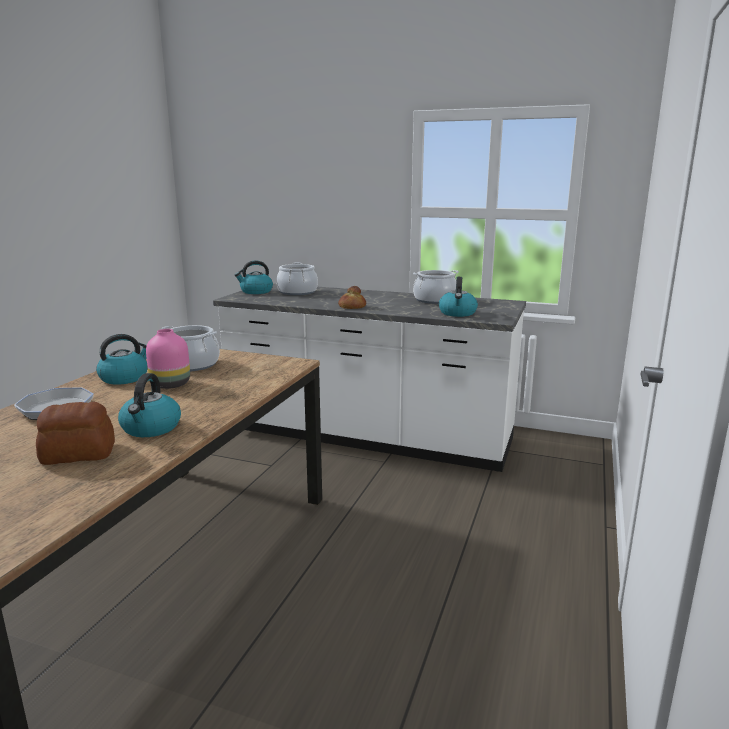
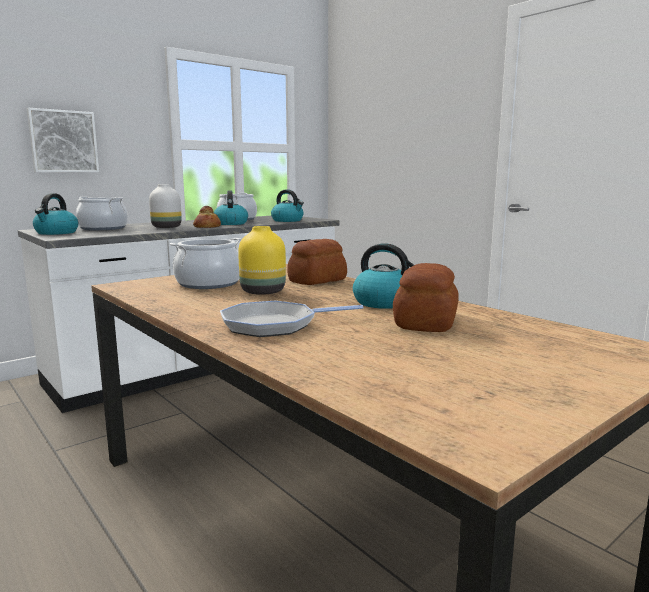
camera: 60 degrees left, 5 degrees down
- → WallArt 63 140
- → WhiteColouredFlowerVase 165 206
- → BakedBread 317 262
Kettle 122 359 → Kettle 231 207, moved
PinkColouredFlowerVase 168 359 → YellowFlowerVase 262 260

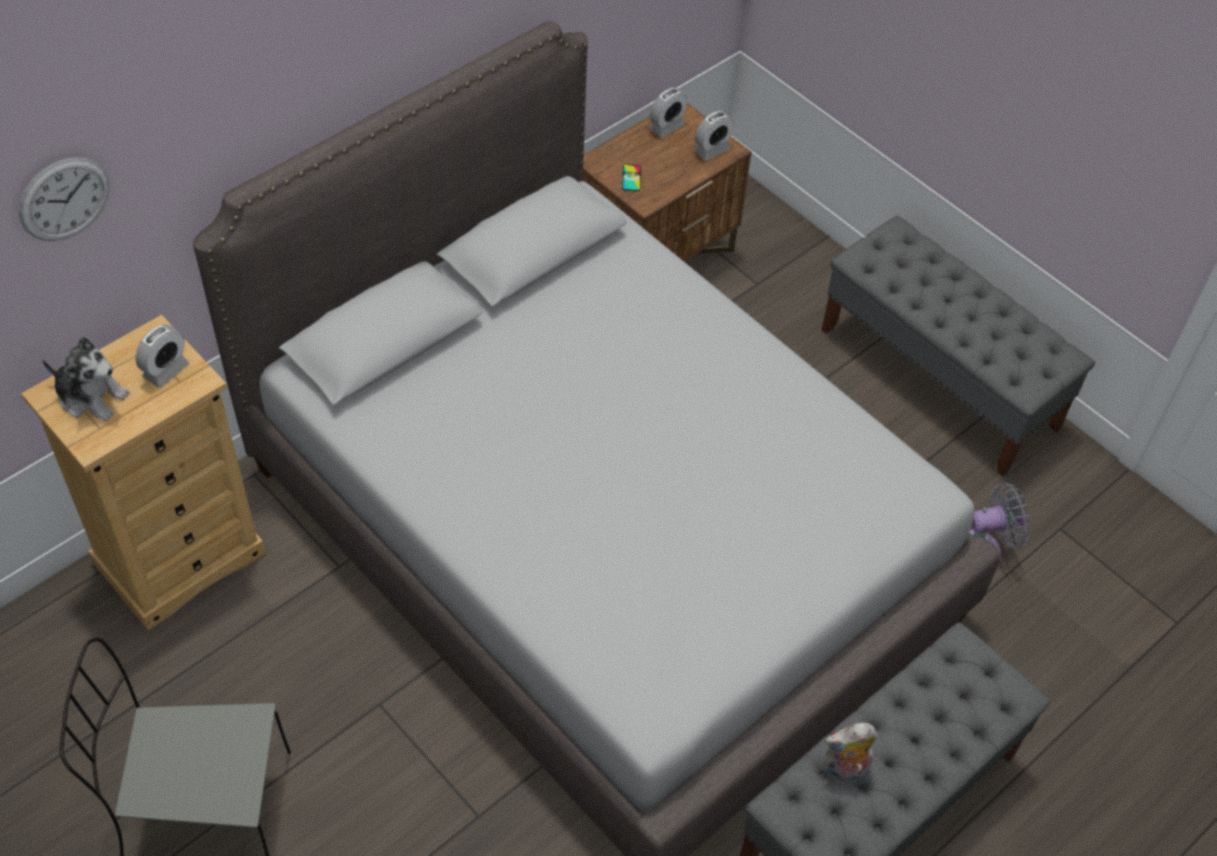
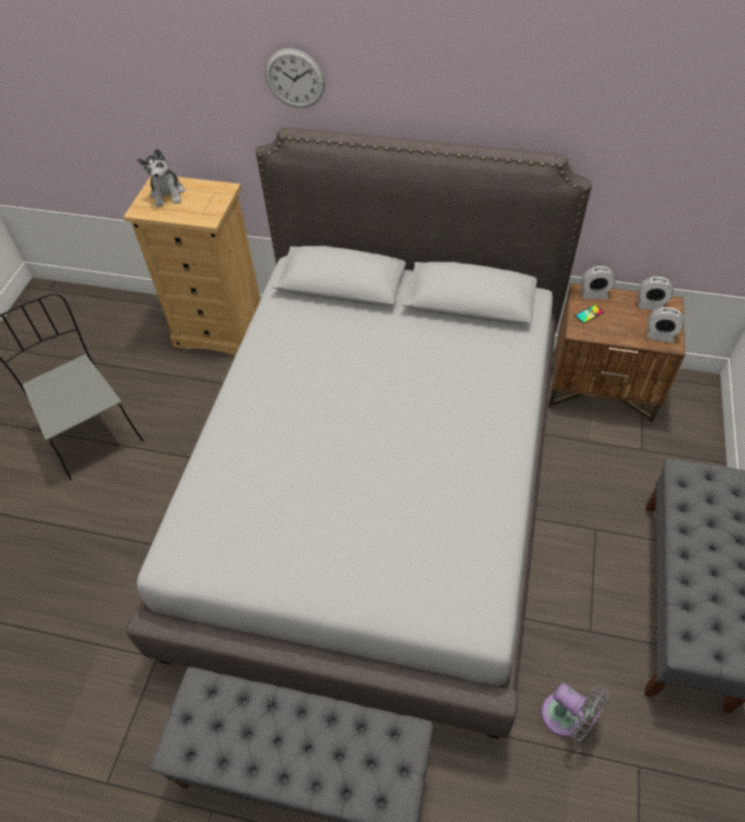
camera: 60 degrees right, 0 degrees up
SoftToy 850 752 → -
HangingClock 64 199 → HangingClock 295 78, moved
AlarmClock 162 356 → AlarmClock 598 282, moved

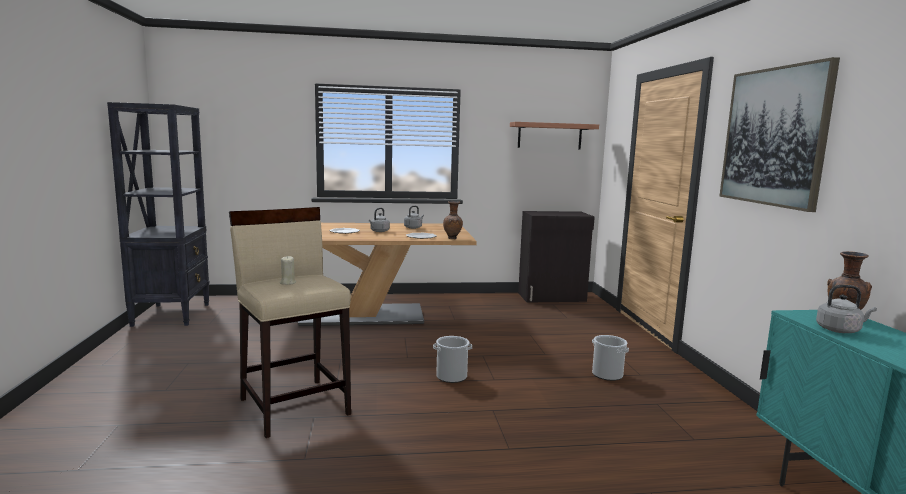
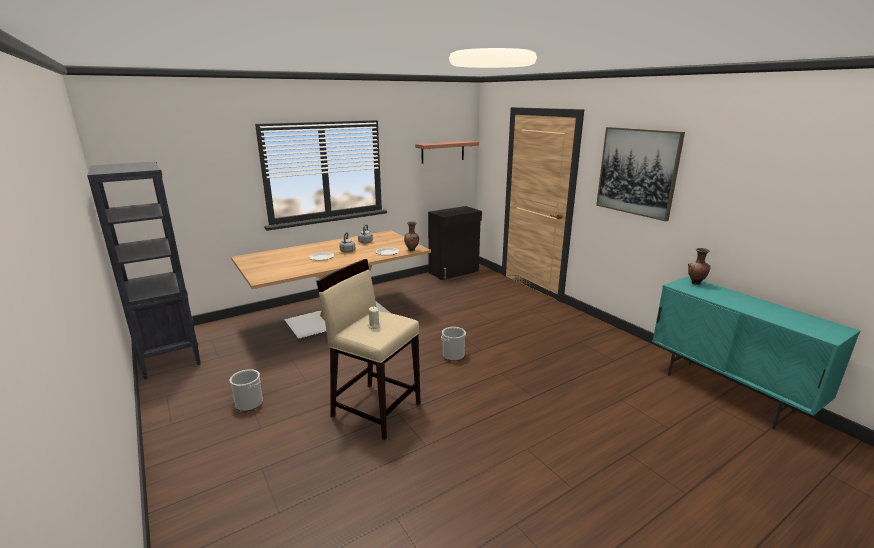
camera: 25 degrees left, 10 degrees up
GreyKettle 846 309 → -
Pail 610 358 → Pail 246 390, moved

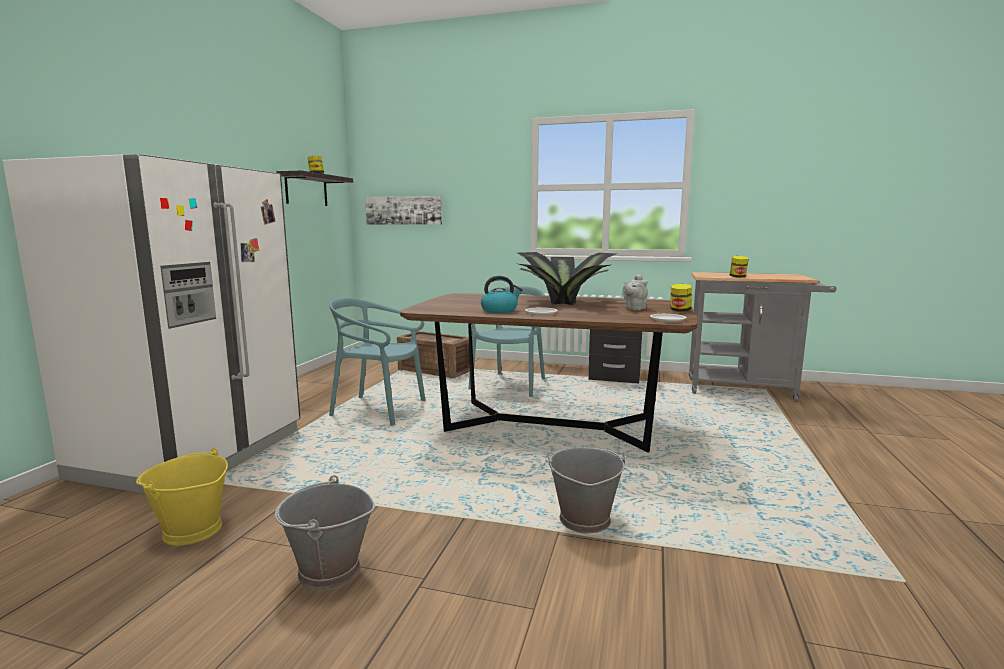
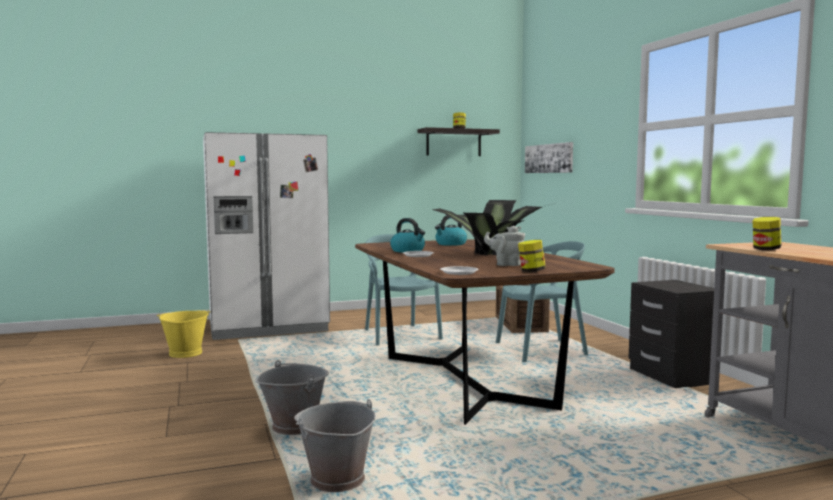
camera: 55 degrees right, 5 degrees down
- → Kettle 451 230
GreyPail 325 532 → GreyPail 335 445, moved

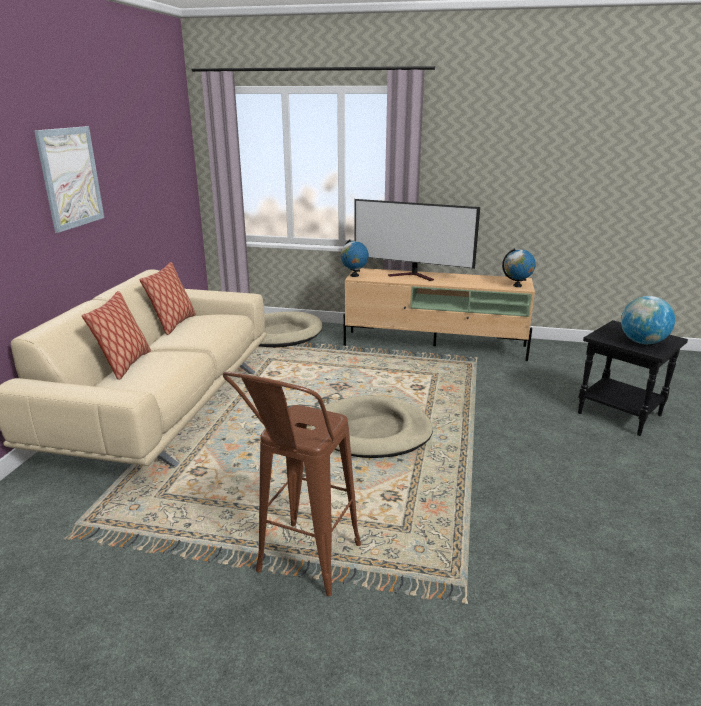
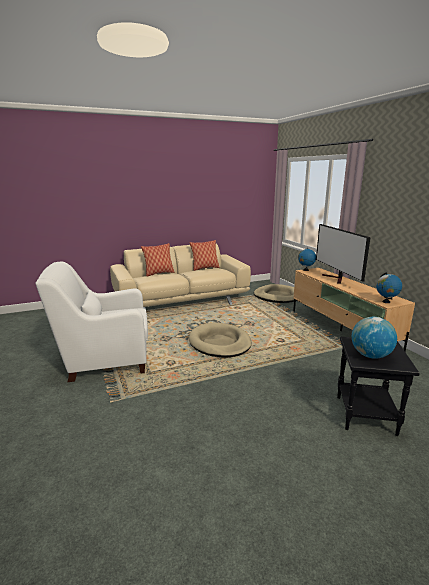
camera: 55 degrees right, 5 degrees down
WallArt 69 179 → -
BrownStoolSeat 292 483 → WhiteColouredLoungeChair 92 322

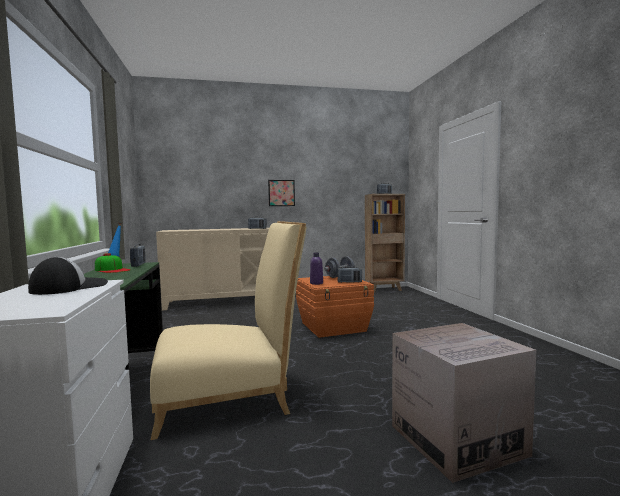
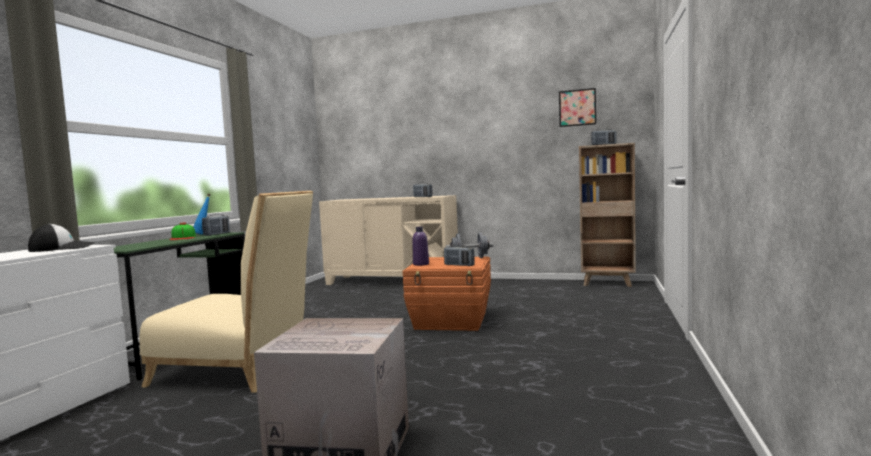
camera: 30 degrees right, 0 degrees up
WallArt 281 193 → WallArt 577 107, moved

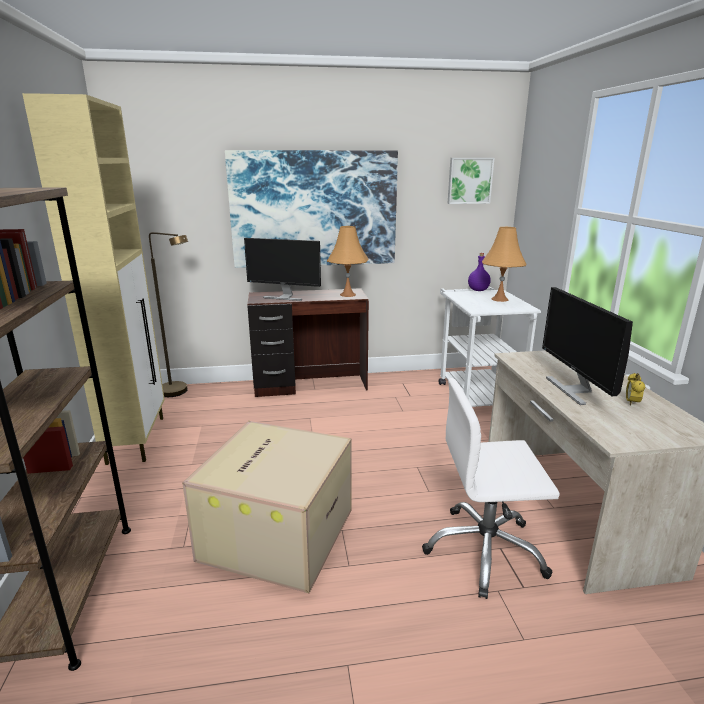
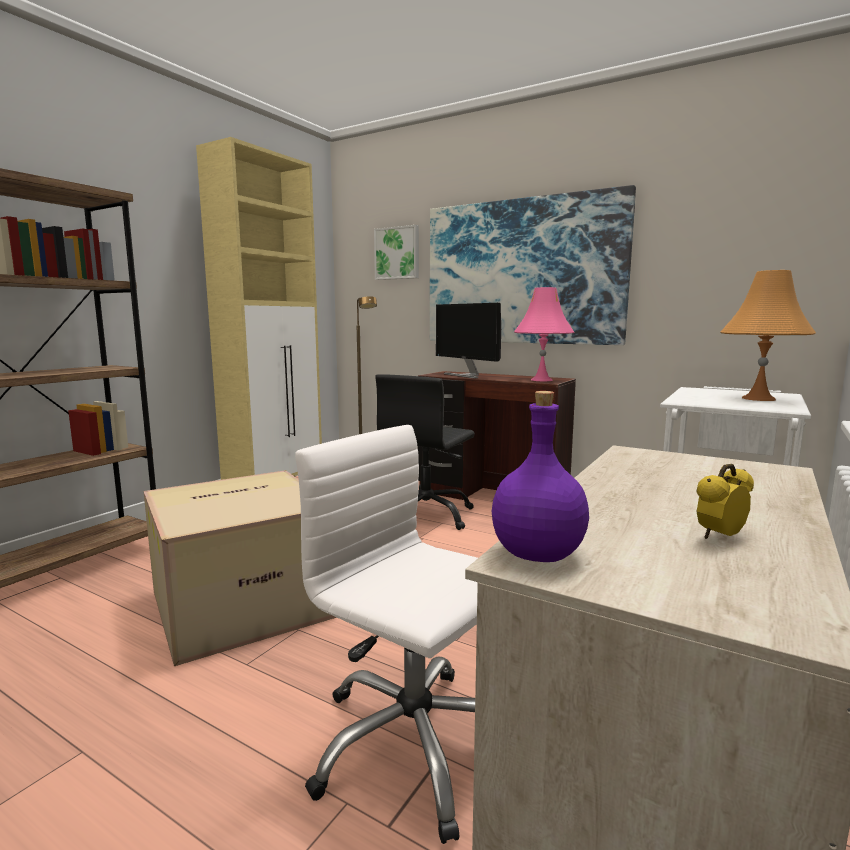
camera: 40 degrees right, 10 degrees down
ComputerScreen 587 346 → -
- → BlackishComputerChair 425 452
WallArt 471 181 → WallArt 396 252, moved
PurpleColouredBottle 479 272 → PurpleColouredBottle 540 476, moved
OrangeTableLamp 347 261 → PinkColouredTableLamp 544 334

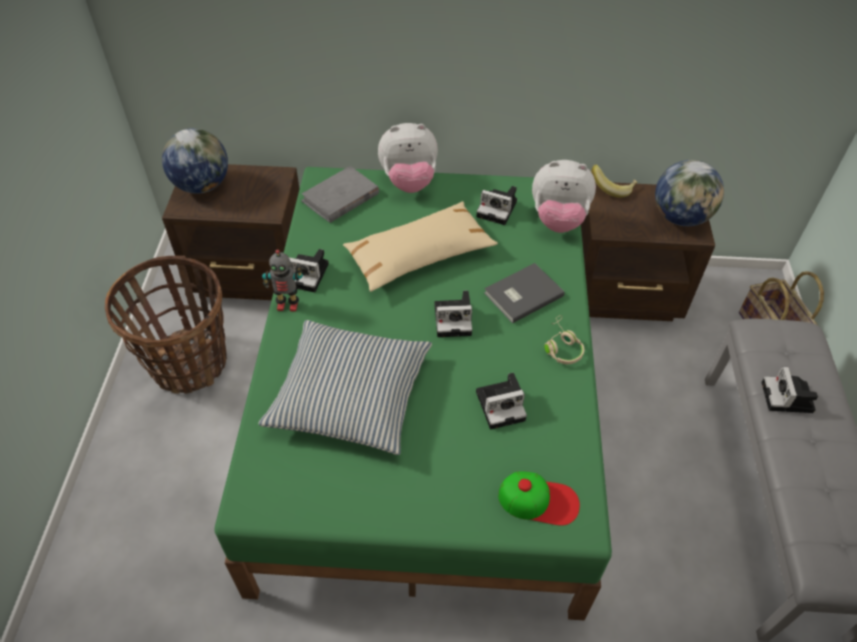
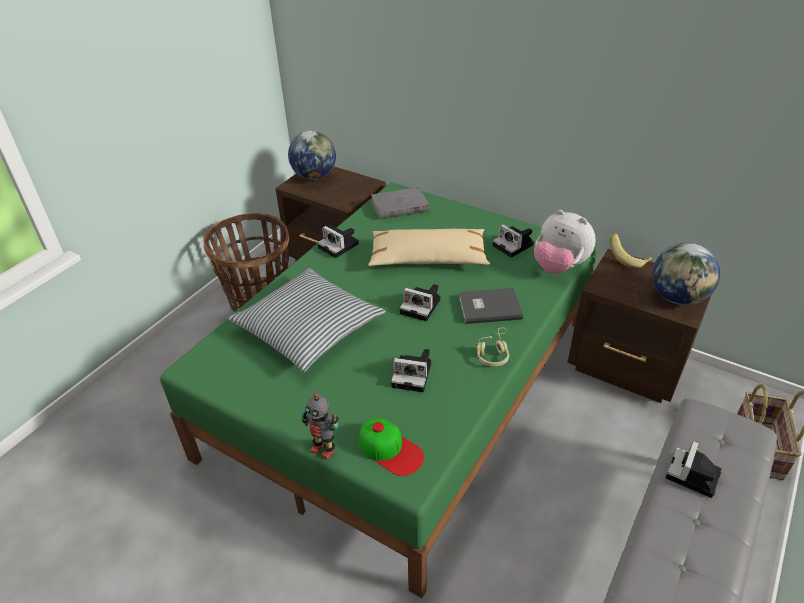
camera: 30 degrees right, 10 degrees down
SoftToy 408 158 → -
RobotFigure 282 281 → RobotFigure 320 426, moved

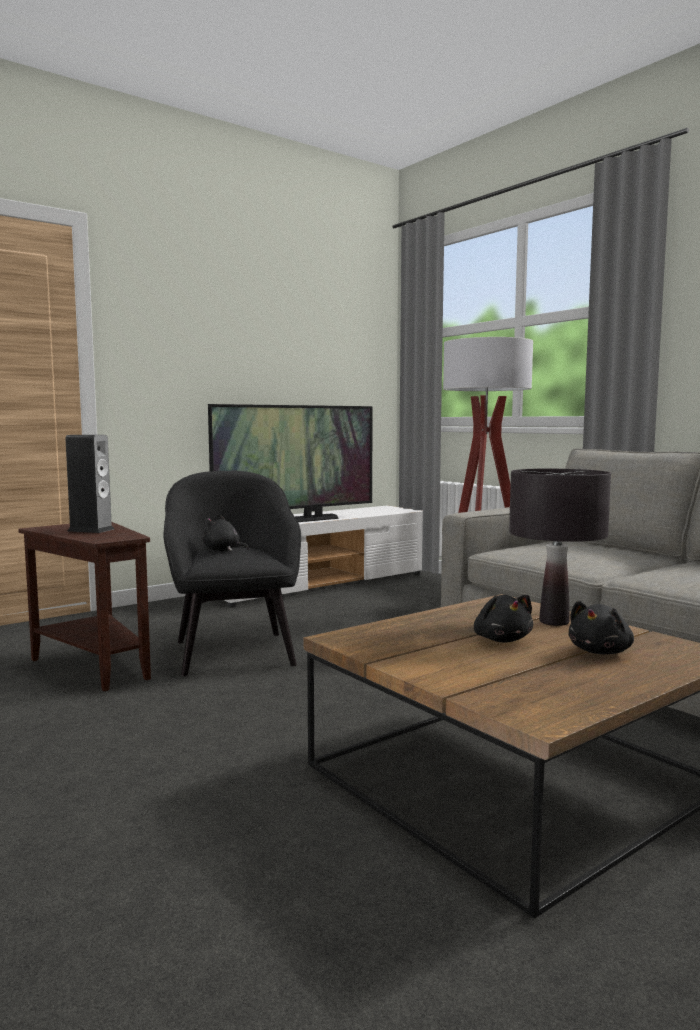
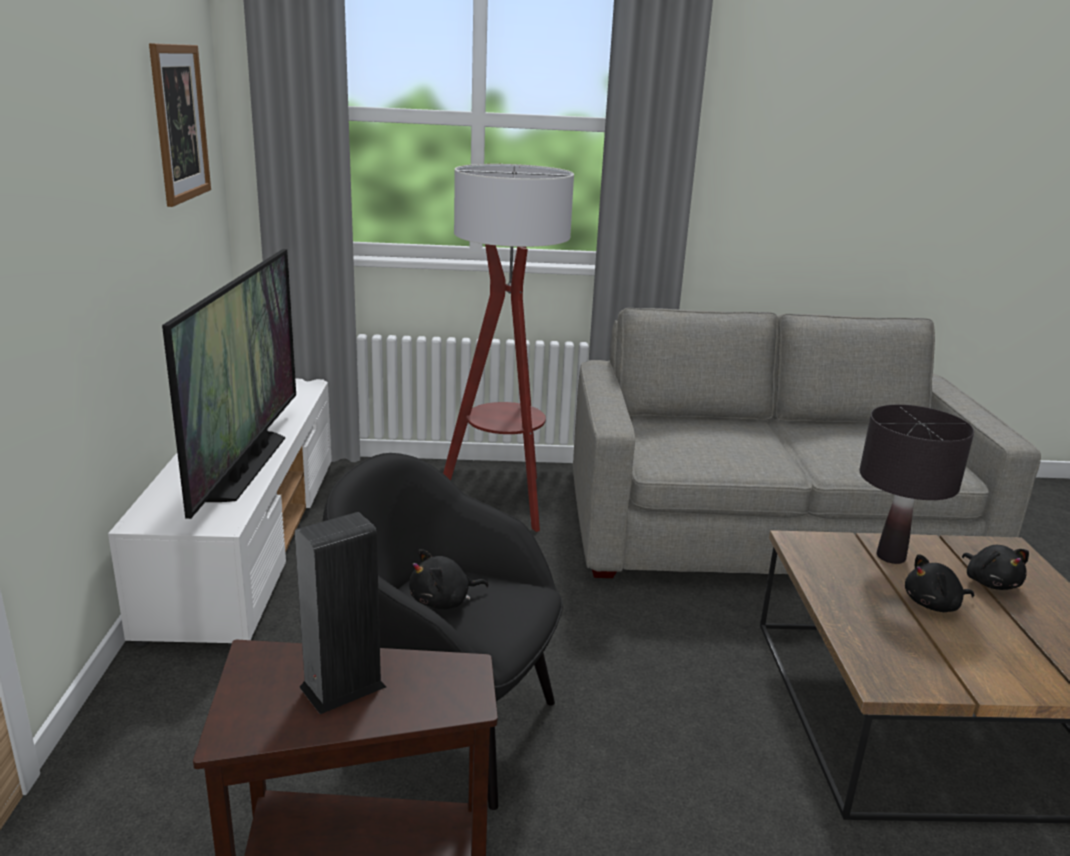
camera: 55 degrees left, 15 degrees up
- → WallArt 180 125
BlackishSoftToy 503 618 → BlackishSoftToy 939 583, 150 degrees clockwise

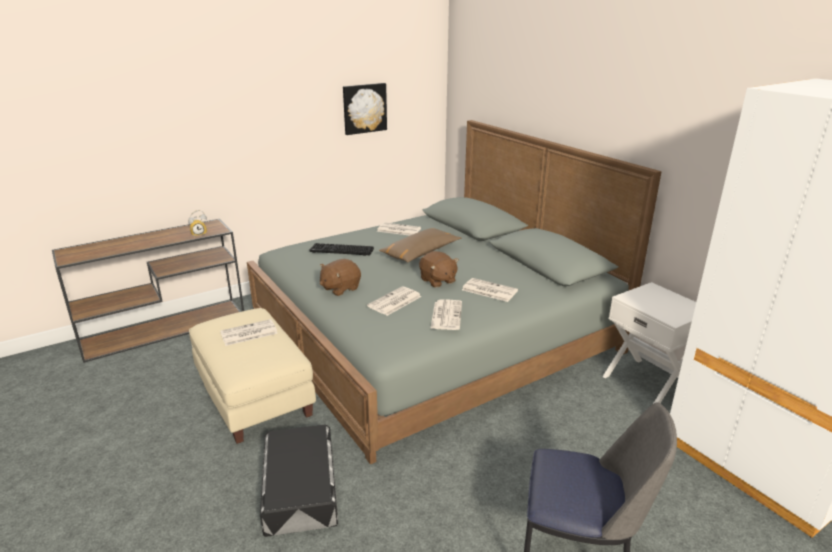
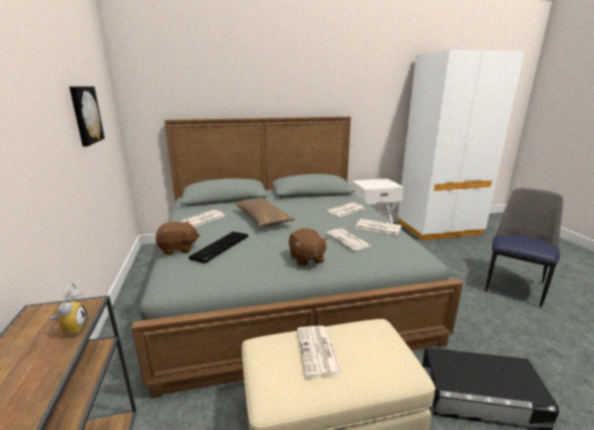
camera: 70 degrees left, 5 degrees down
BrownSoftToy 439 269 → BrownSoftToy 178 237, moved

